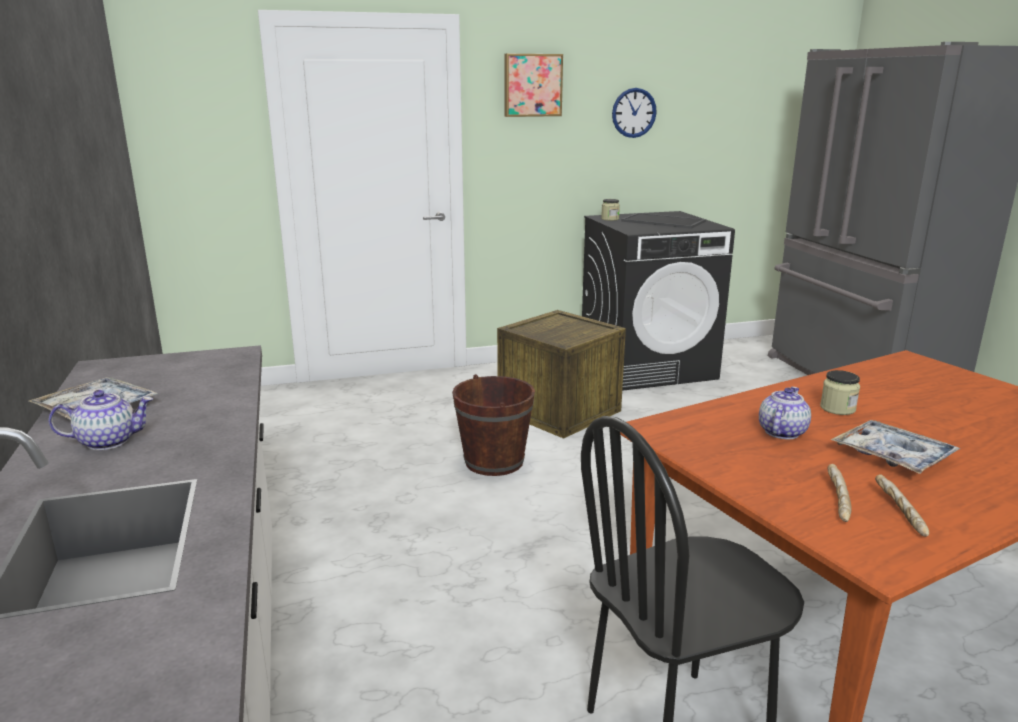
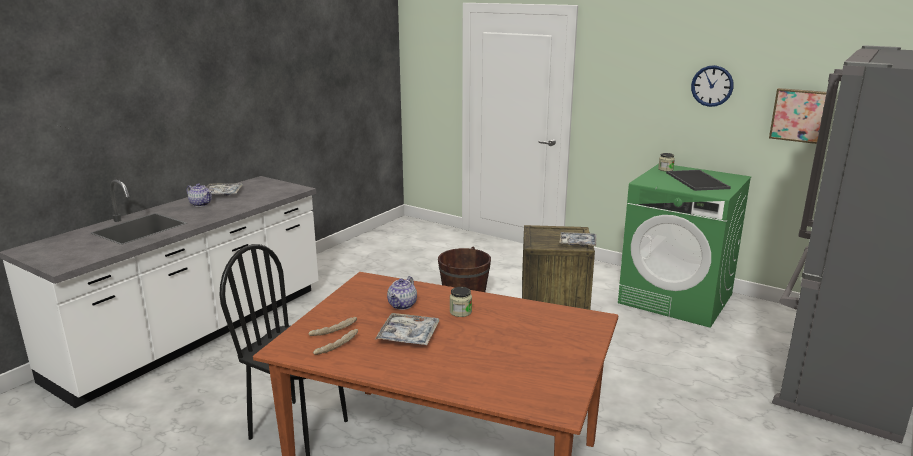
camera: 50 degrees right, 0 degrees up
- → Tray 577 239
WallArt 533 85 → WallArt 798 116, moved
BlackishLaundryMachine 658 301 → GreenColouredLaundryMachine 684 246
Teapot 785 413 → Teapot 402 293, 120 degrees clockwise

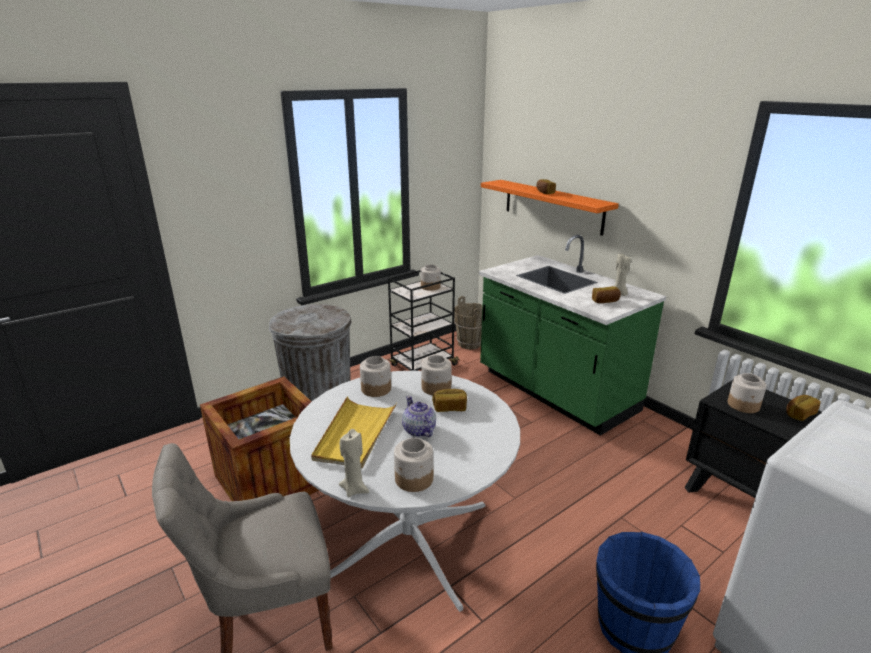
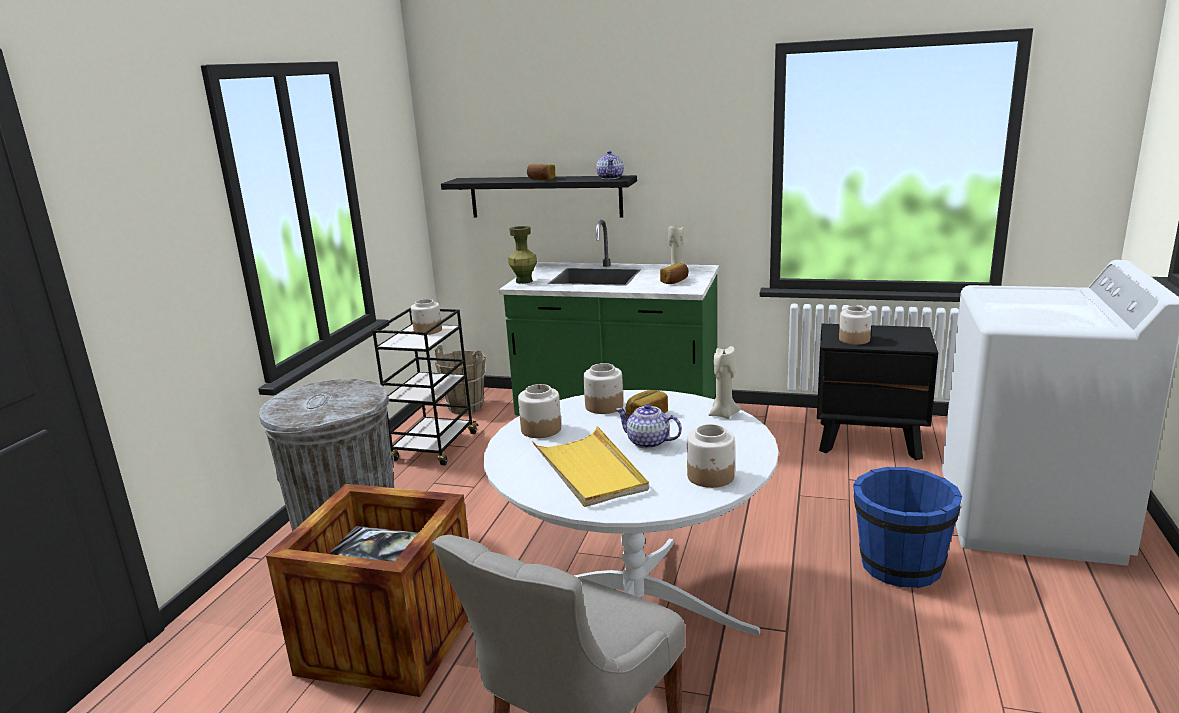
camera: 35 degrees left, 5 degrees down
BakedBread 803 408 → -
- → GreenColouredFlowerVase 522 255
- → Teapot 610 165
BeigeColouredWaxLight 354 463 → BeigeColouredWaxLight 724 382, moved
OrangeWallShelf 550 208 → BlackishWallShelf 539 196

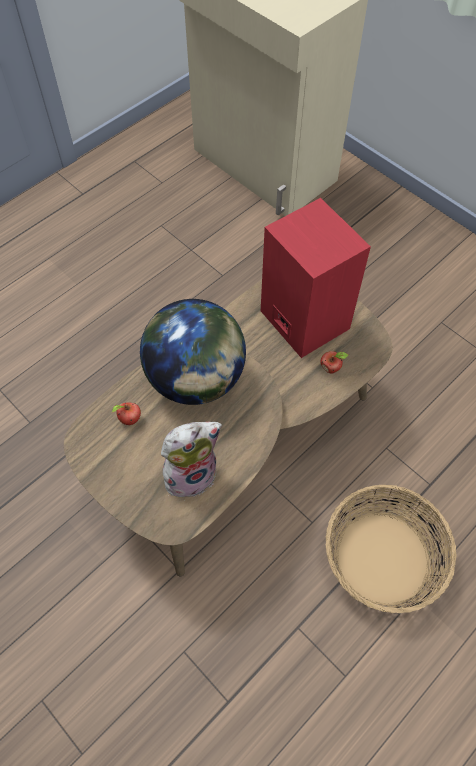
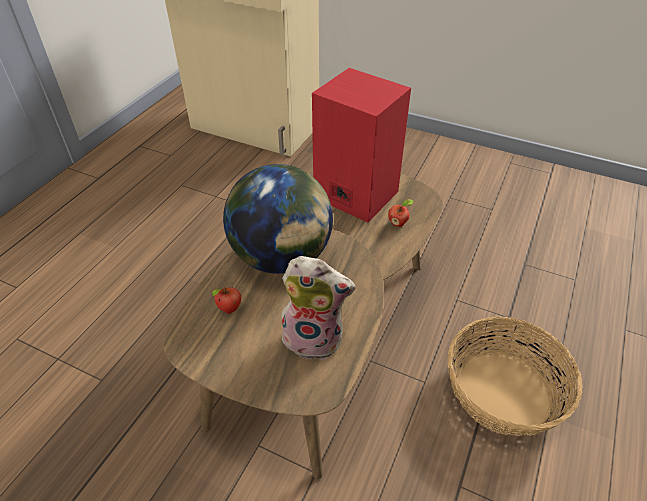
camera: 20 degrees left, 15 degrees down
SoftToy 191 459 → SoftToy 318 308, 60 degrees clockwise

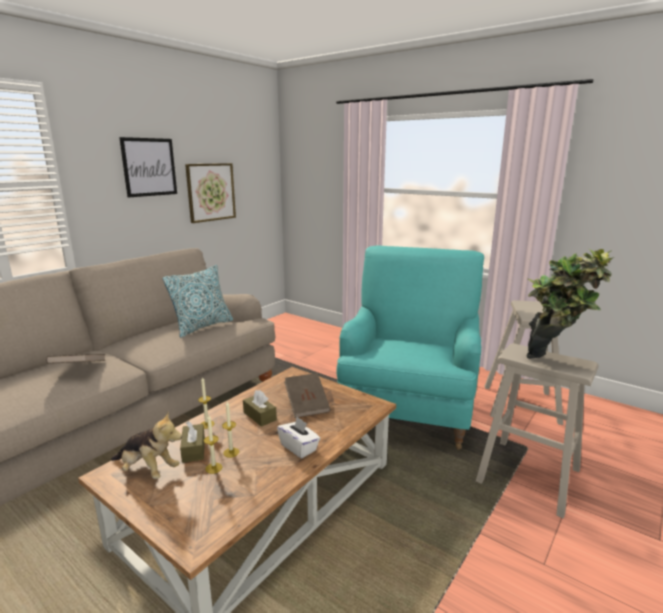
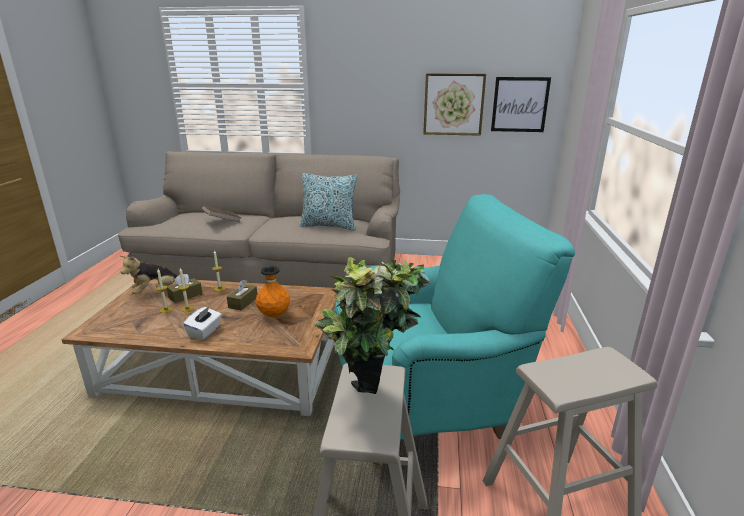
camera: 60 degrees right, 5 degrees up
WallArt 148 167 → WallArt 521 104, moved
BrownBook 307 395 → OrangeFlowerVase 272 292
SoftToy 146 445 → SoftToy 150 275, 60 degrees clockwise

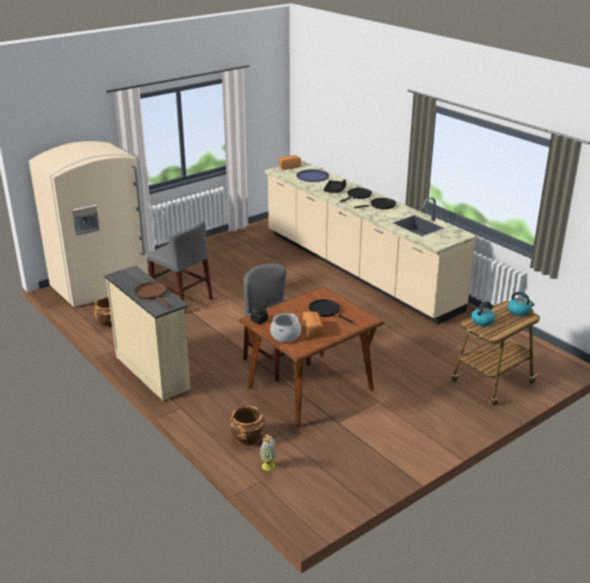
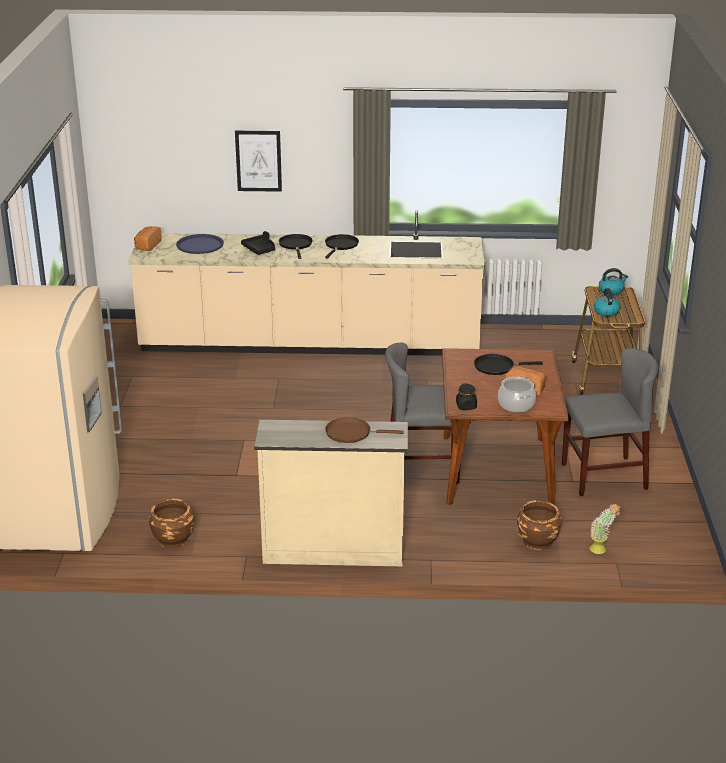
camera: 50 degrees left, 0 degrees up
- → WallArt 258 161
GreyChair 180 267 → GreyChair 610 422, moved

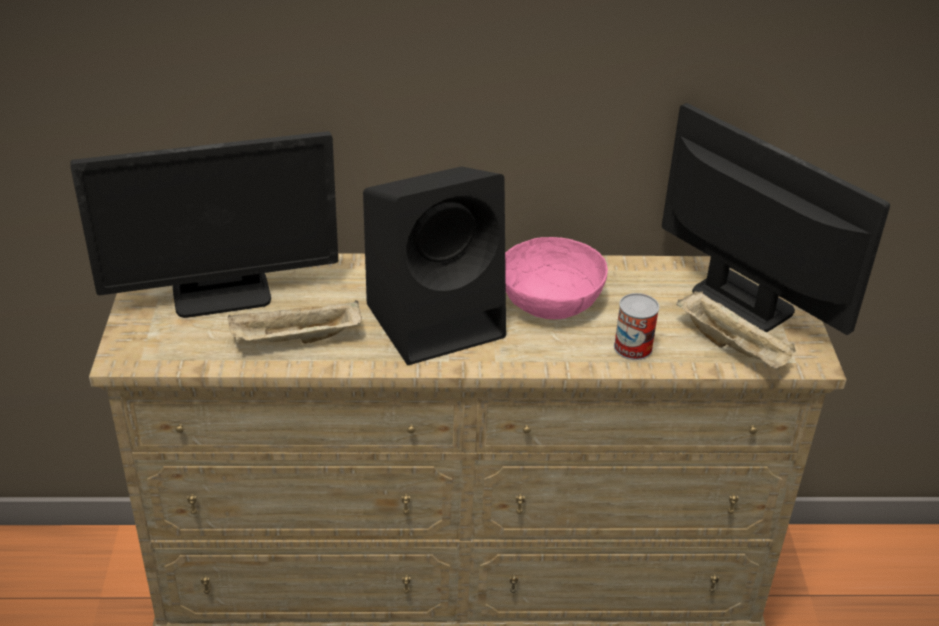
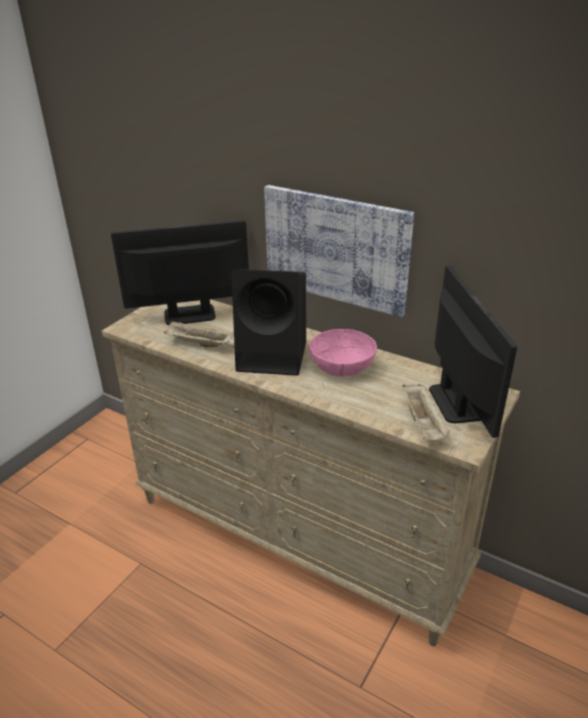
camera: 35 degrees right, 5 degrees down
MetalCan 636 326 → -
- → WallArt 339 251
ComputerScreen 204 224 → ComputerScreen 180 272, 150 degrees clockwise

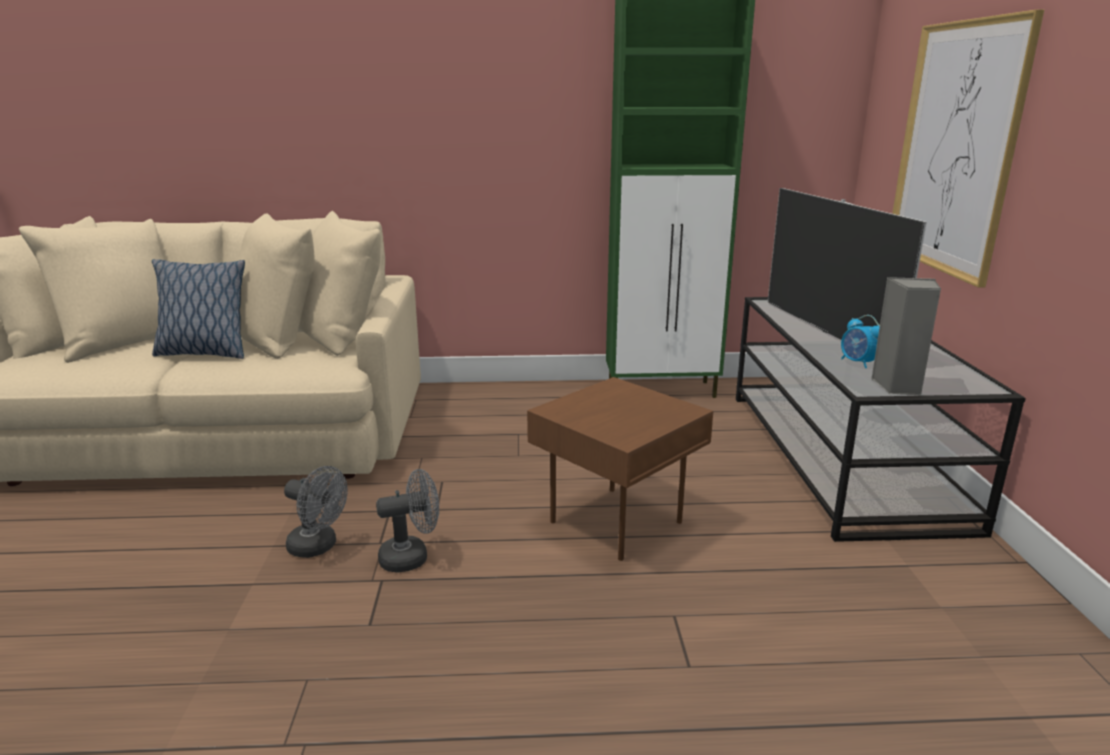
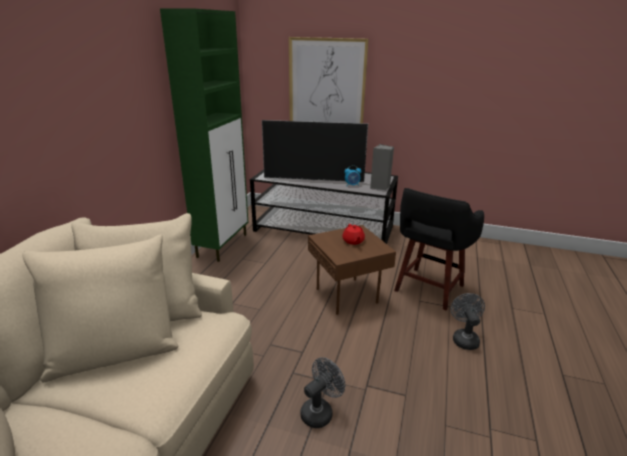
camera: 70 degrees left, 5 degrees up
Pillow 198 309 → -
- → ReddishTeapot 353 234
- → BlackishStoolSeat 439 249
GreyFan 407 521 → GreyFan 467 321, moved

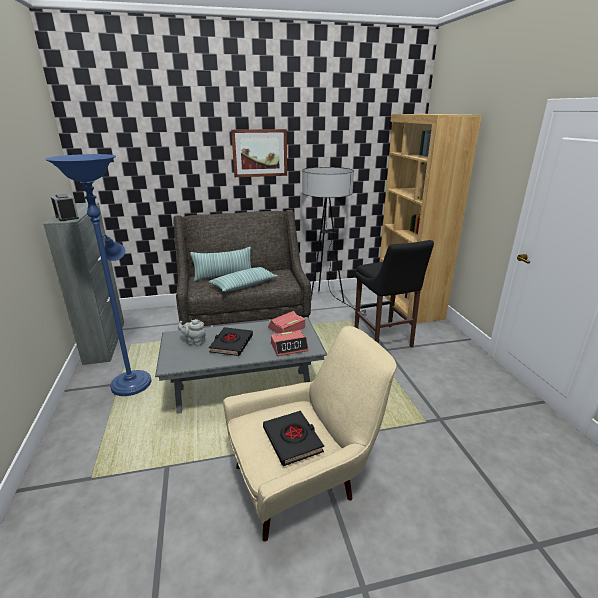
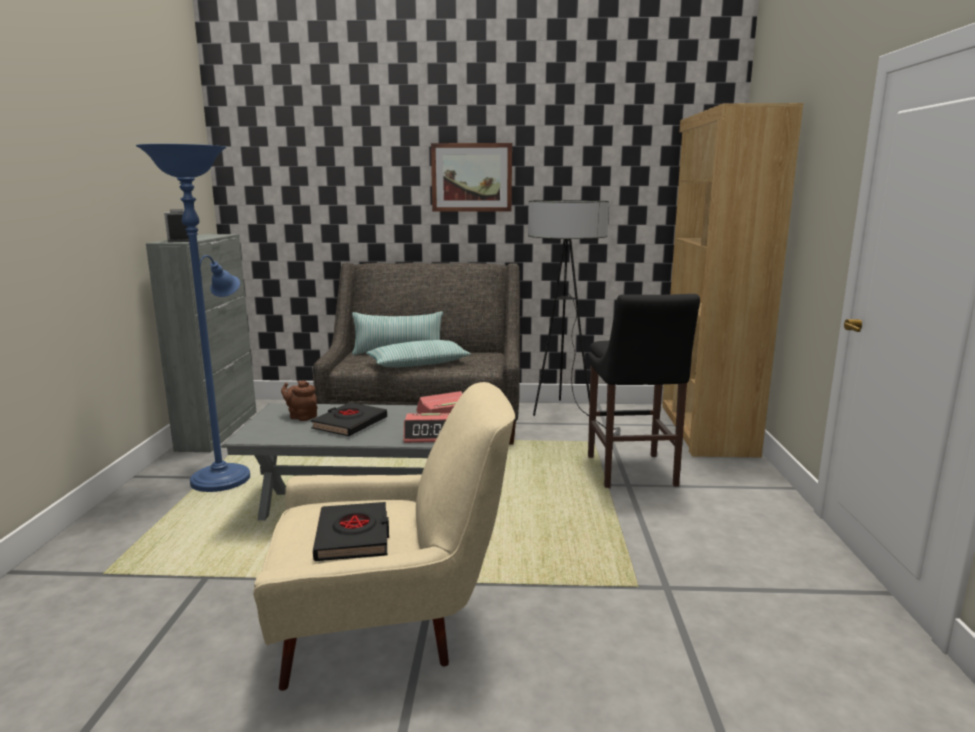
camera: 15 degrees right, 10 degrees down
GreyTeapot 192 332 → BrownTeapot 299 400

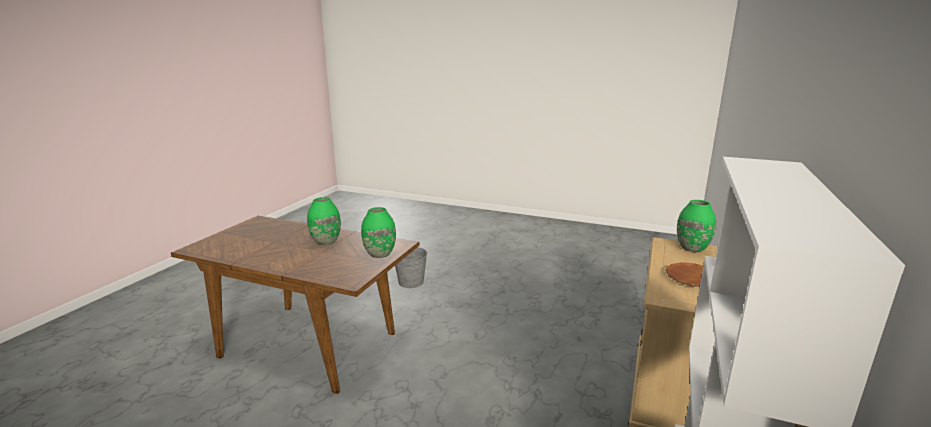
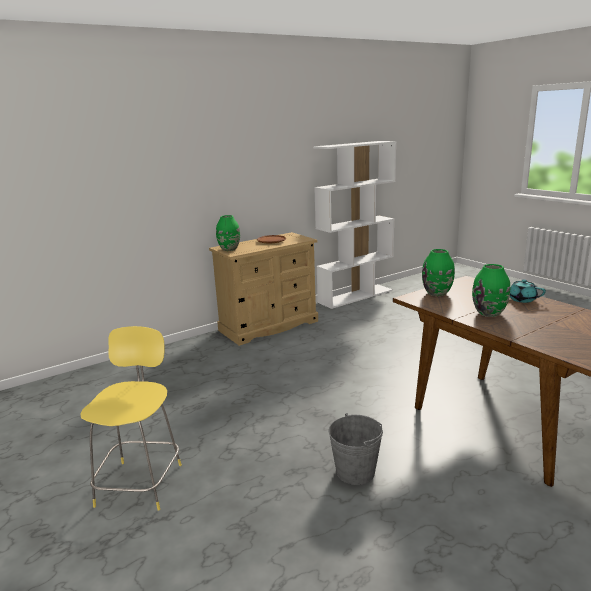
camera: 145 degrees left, 0 degrees up
- → YellowStoolSeat 131 418
- → TurquoiseTeapot 528 291

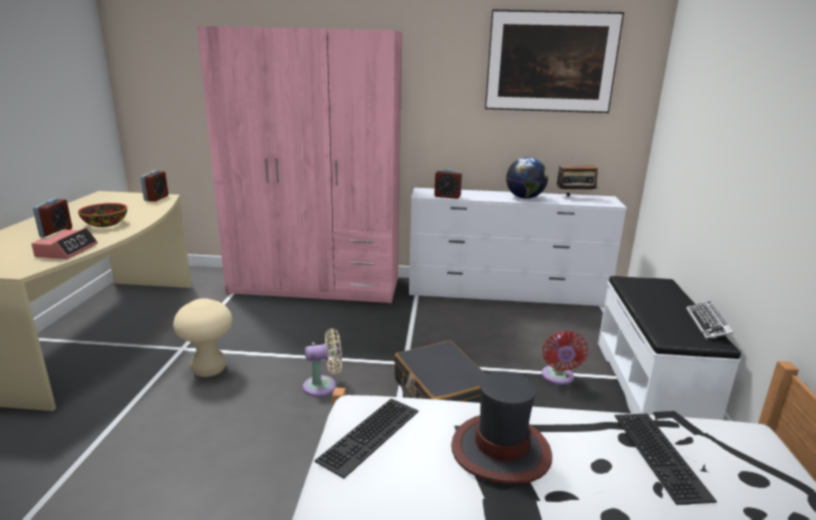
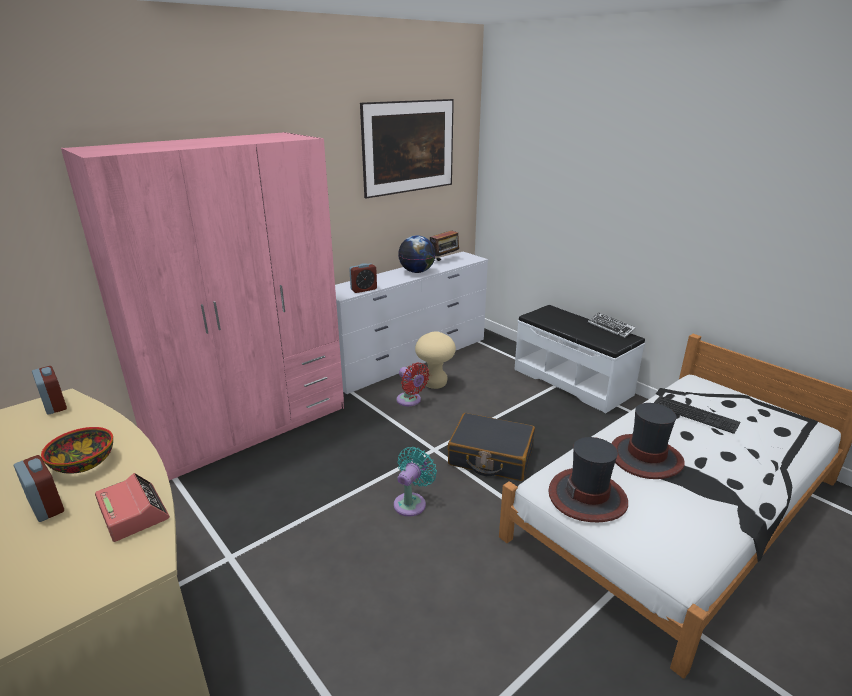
camera: 45 degrees left, 5 degrees up
BeigeColouredStoolSeat 202 337 → BeigeColouredStoolSeat 435 360, moved
ReddishFan 565 357 → ReddishFan 412 384, moved
Keyboard 367 438 → ClothingHat 588 479
BeigeColouredFan 322 363 → TurquoiseFan 415 482

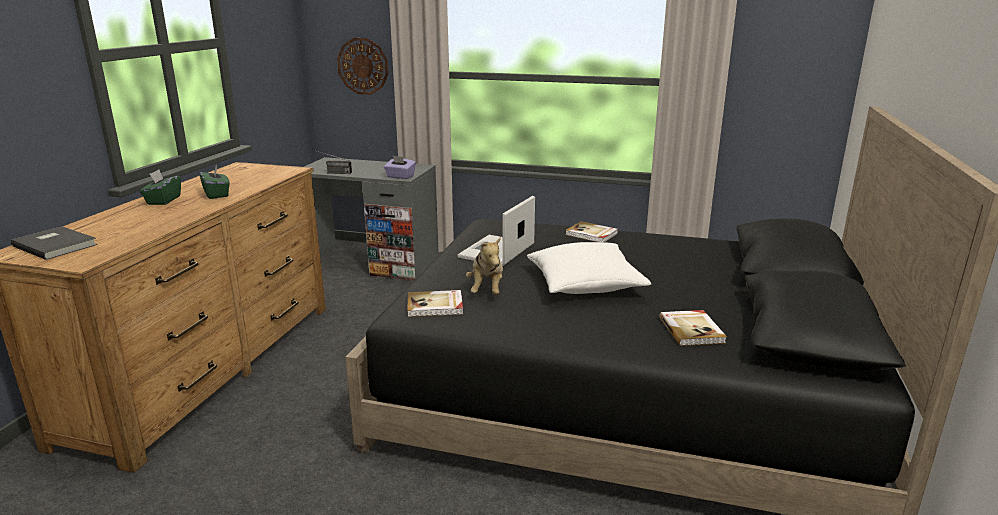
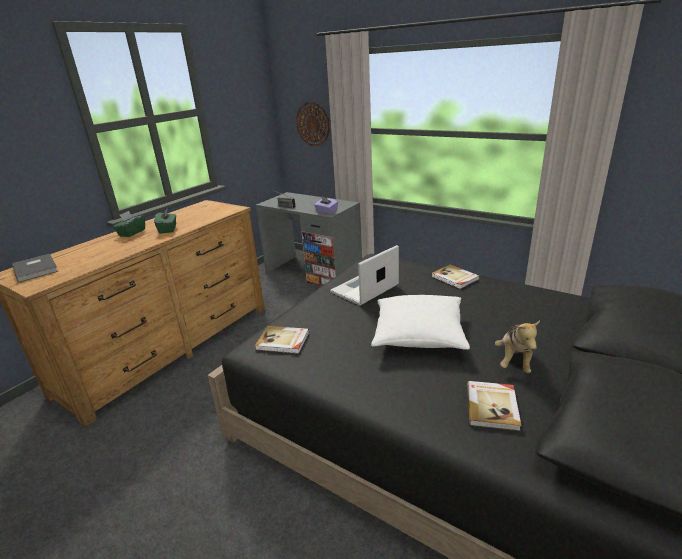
camera: 20 degrees right, 5 degrees up
SoftToy 484 266 → SoftToy 517 346, moved

